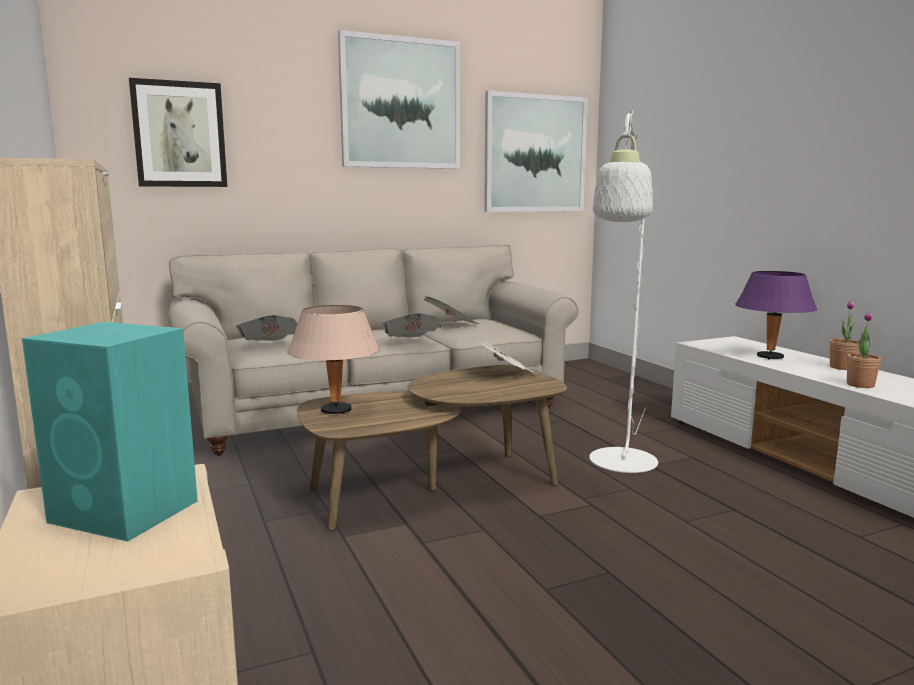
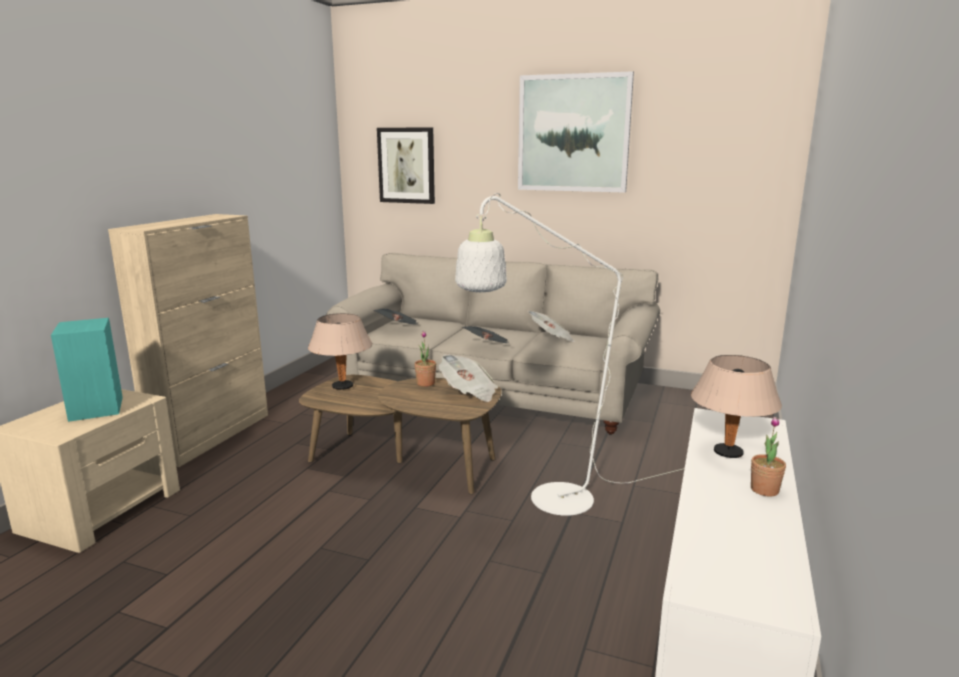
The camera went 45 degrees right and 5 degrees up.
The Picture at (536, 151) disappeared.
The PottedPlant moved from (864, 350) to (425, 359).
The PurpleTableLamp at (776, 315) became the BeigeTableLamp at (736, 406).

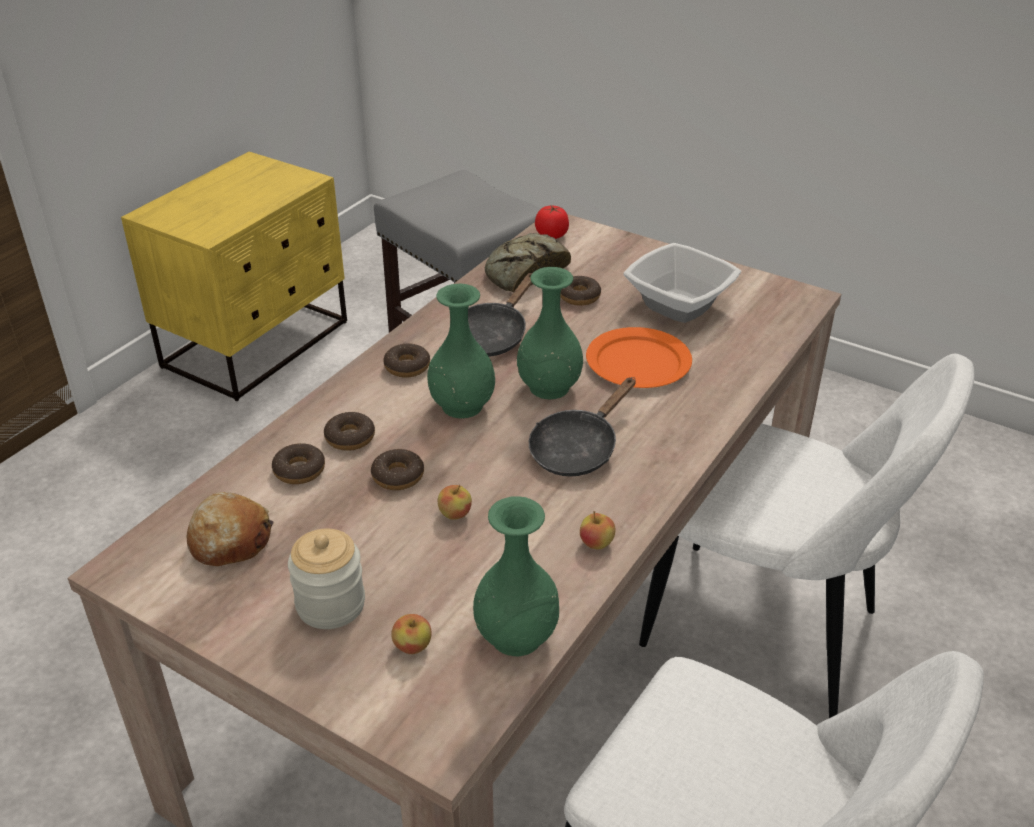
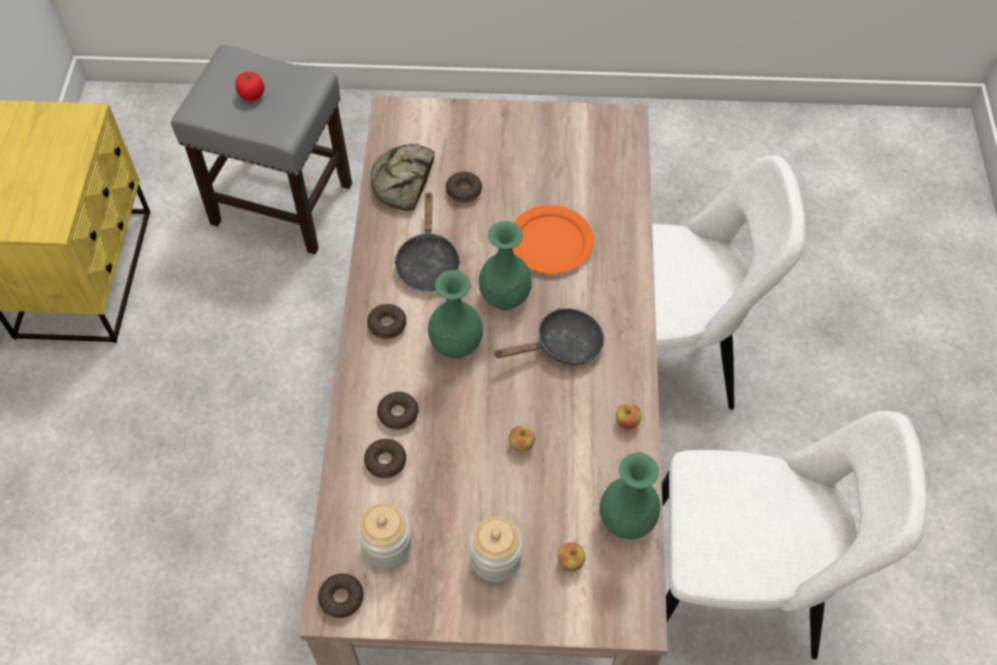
The camera went 30 degrees left and 20 degrees up.
The Bowl at (682, 283) disappeared.
The Donut moved from (397, 469) to (341, 595).
The Tomato moved from (552, 222) to (249, 86).
The Bread at (230, 529) was replaced by the Jar at (384, 536).
The BlackFryingPan at (582, 426) turned 120 degrees counterclockwise.

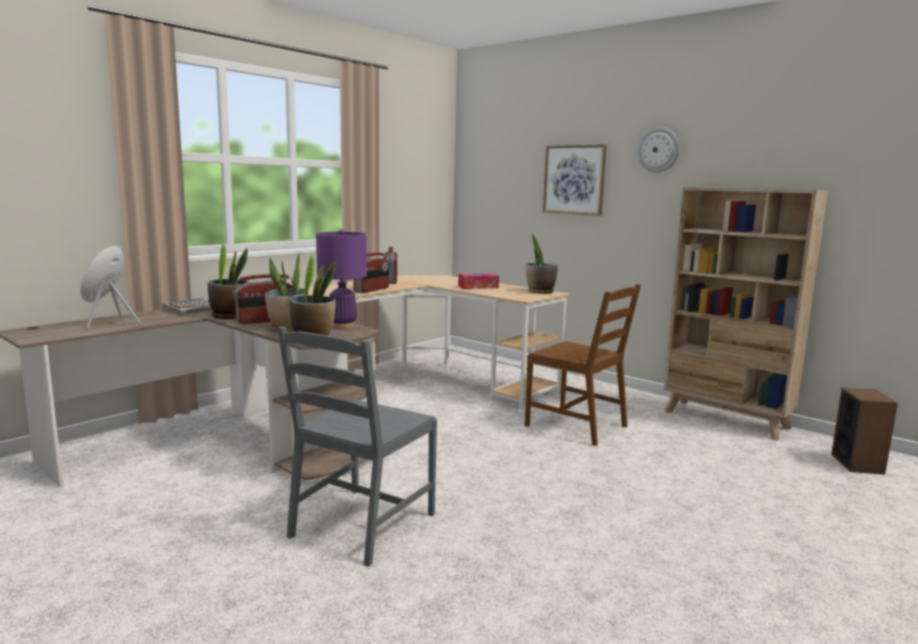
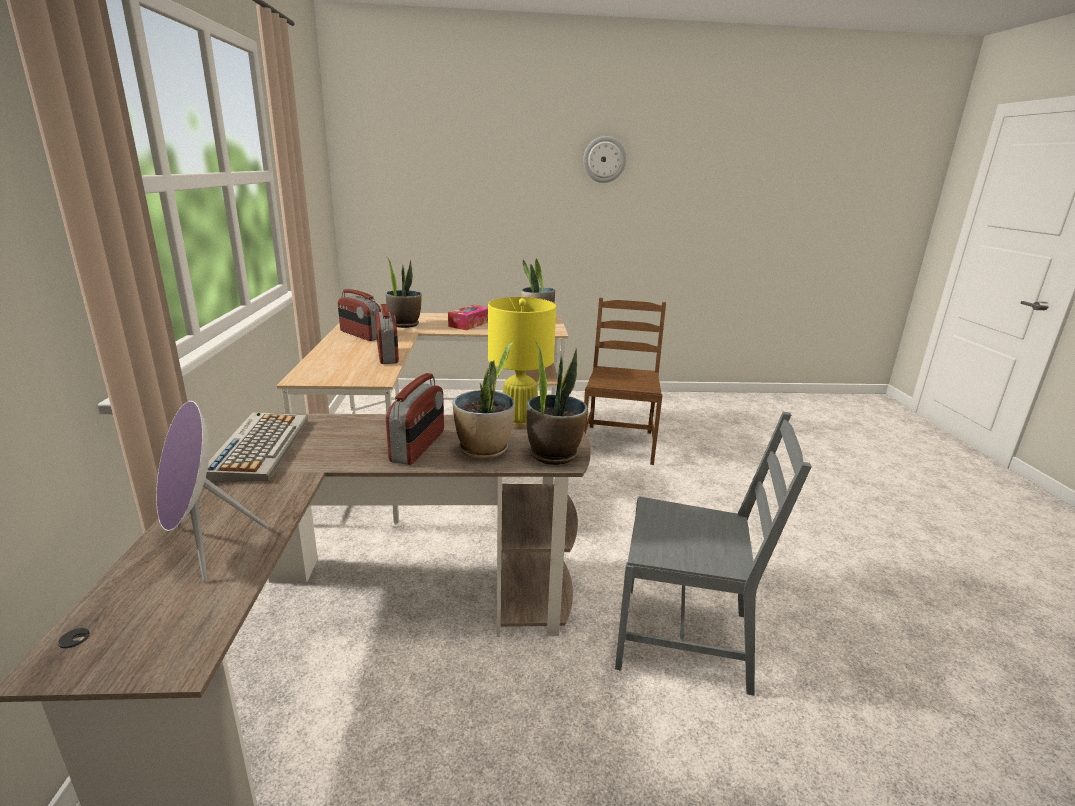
The camera went 45 degrees left and 10 degrees up.
The Picture at (575, 180) disappeared.
The BeigeBookcase at (746, 313) disappeared.
The Speaker at (864, 431) disappeared.
The PottedPlant moved from (228, 280) to (403, 292).
The PurpleTableLamp at (341, 279) became the YellowTableLamp at (522, 363).
The GreyChair at (357, 447) turned 60 degrees counterclockwise.
The BrownChair at (583, 365) turned 75 degrees counterclockwise.

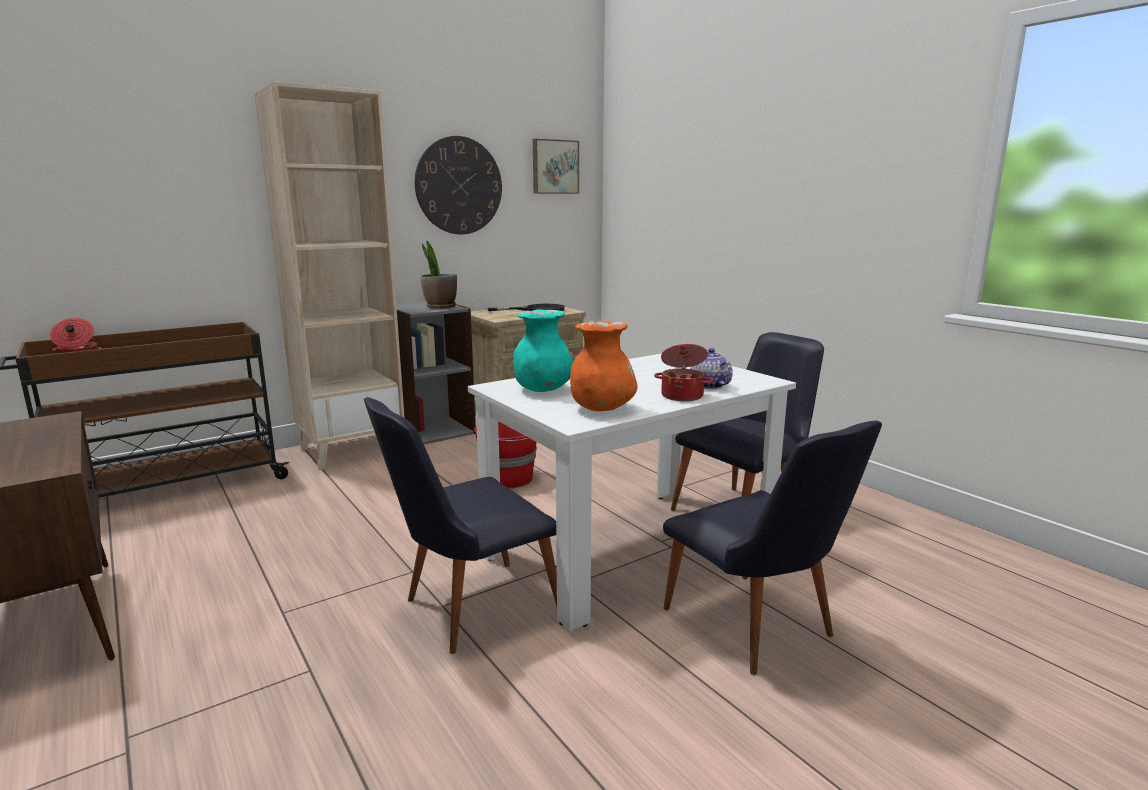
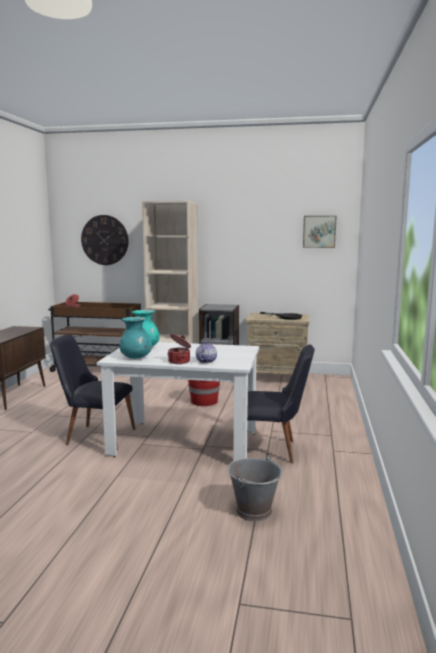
The camera went 45 degrees right and 5 degrees down.
The PottedPlant at (438, 274) disappeared.
The BlackChair at (772, 548) disappeared.
The GreyBucket at (255, 488) appeared.
The WallClock moved from (458, 185) to (105, 240).
The OrangeVase at (604, 365) became the TurquoiseVase at (135, 338).

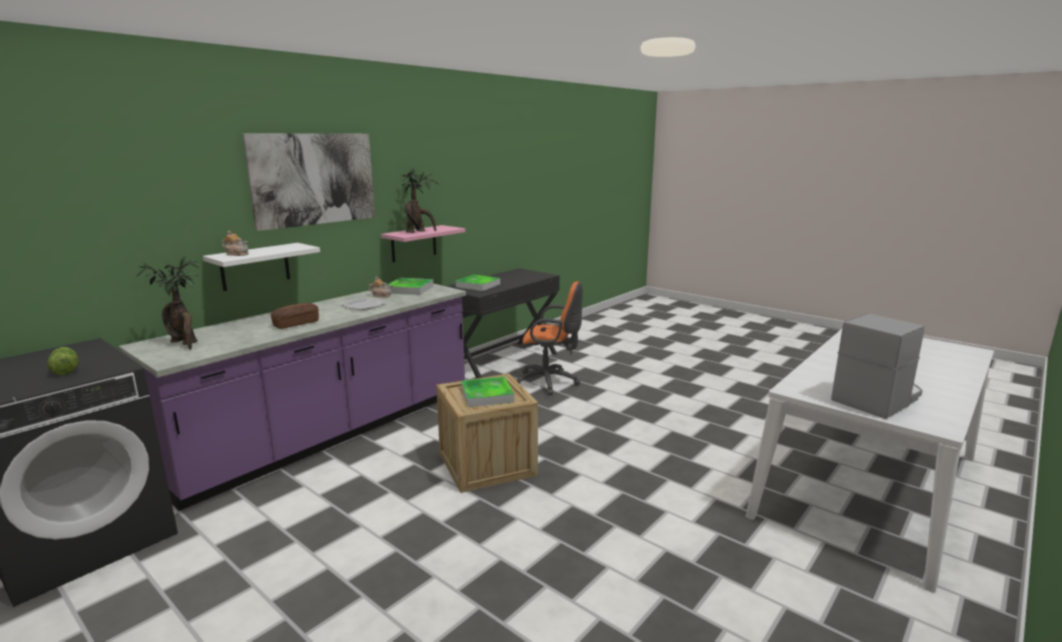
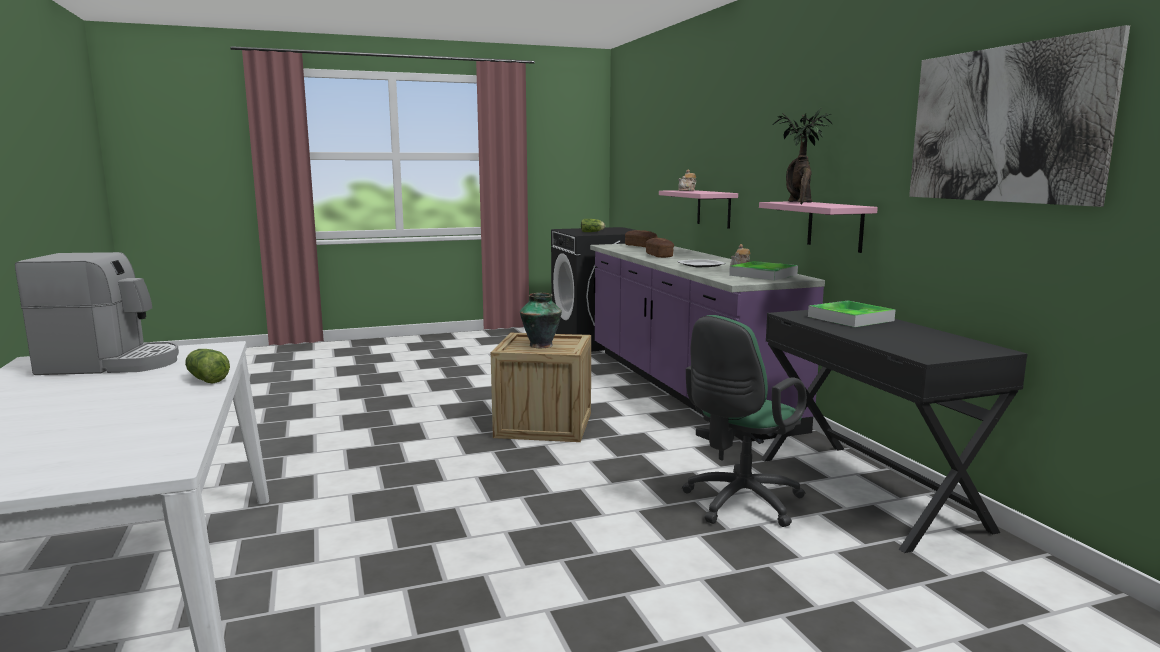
The camera went 120 degrees right and 5 degrees down.
The Lettuce at (207, 366) appeared.
The Picture moved from (308, 182) to (1019, 116).
The PottedPlant at (167, 303) was replaced by the Bread at (641, 238).
The Tray at (487, 392) was replaced by the Vase at (541, 320).
The WhiteShelf at (261, 267) became the PinkShelf at (698, 209).
The OrangeOfficeChair at (549, 338) became the GreenOfficeChair at (744, 421).
The CoffeeMachine at (878, 366) turned 90 degrees counterclockwise.

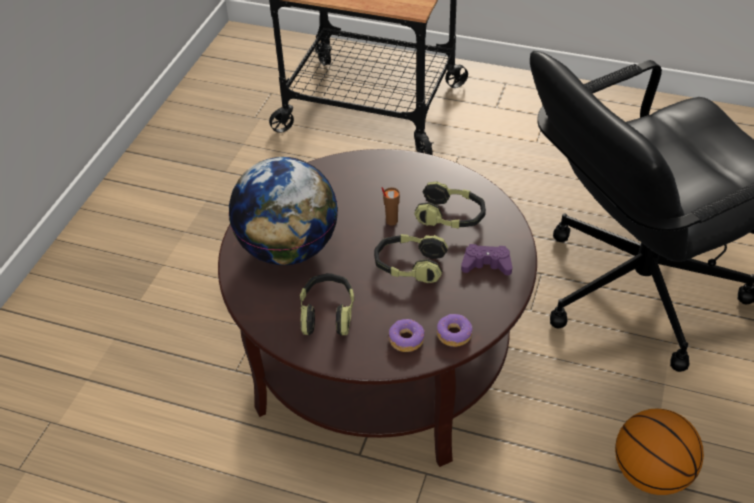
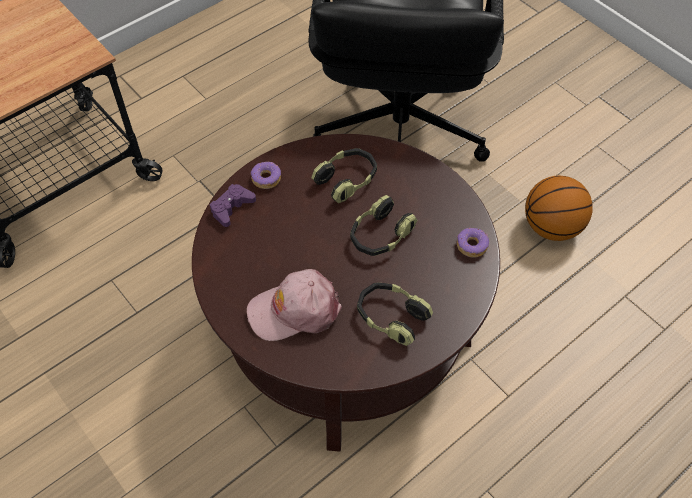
The camera went 60 degrees left and 10 degrees up.
The BrownCup at (390, 206) disappeared.
The Donut moved from (407, 335) to (265, 175).
The PurpleGameController moved from (486, 259) to (233, 205).
The Globe at (283, 211) was replaced by the PinkCap at (294, 305).

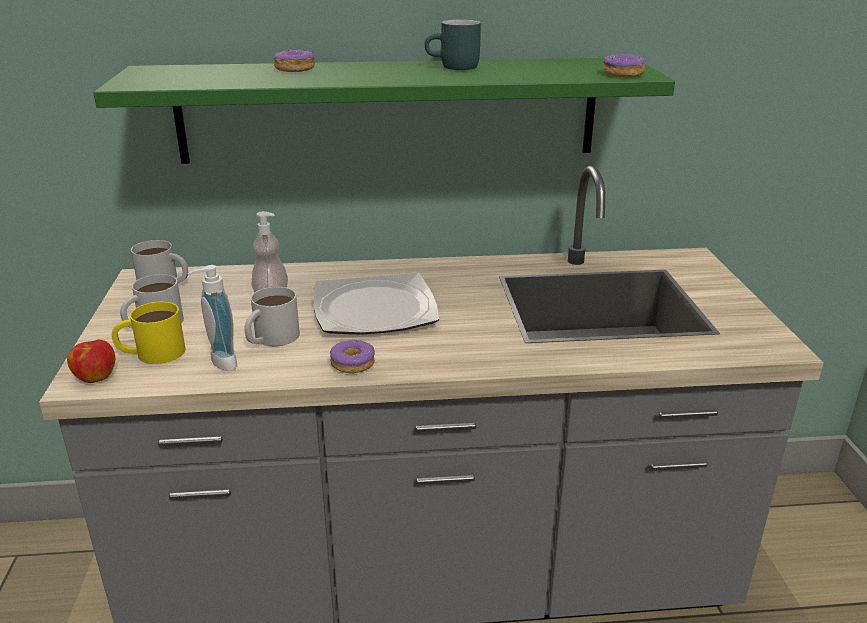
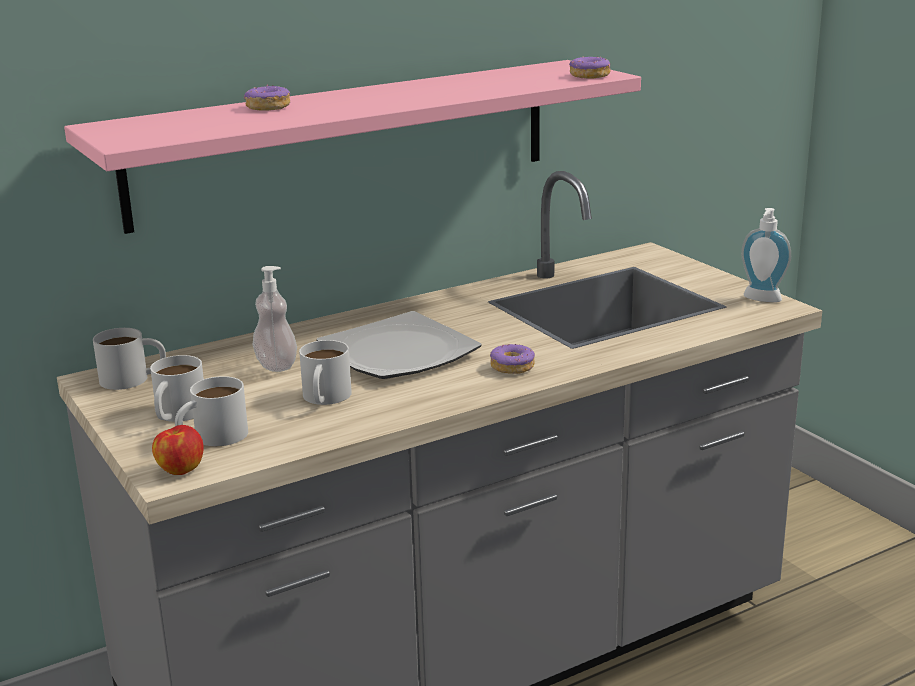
The camera went 25 degrees left and 5 degrees down.
The TurquoiseMug at (453, 44) disappeared.
The SoapDispenser moved from (212, 318) to (766, 255).
The Donut moved from (352, 356) to (512, 358).
The GreenShelf at (384, 111) became the PinkShelf at (352, 147).
The YellowMug at (149, 333) became the WhiteMug at (211, 411).

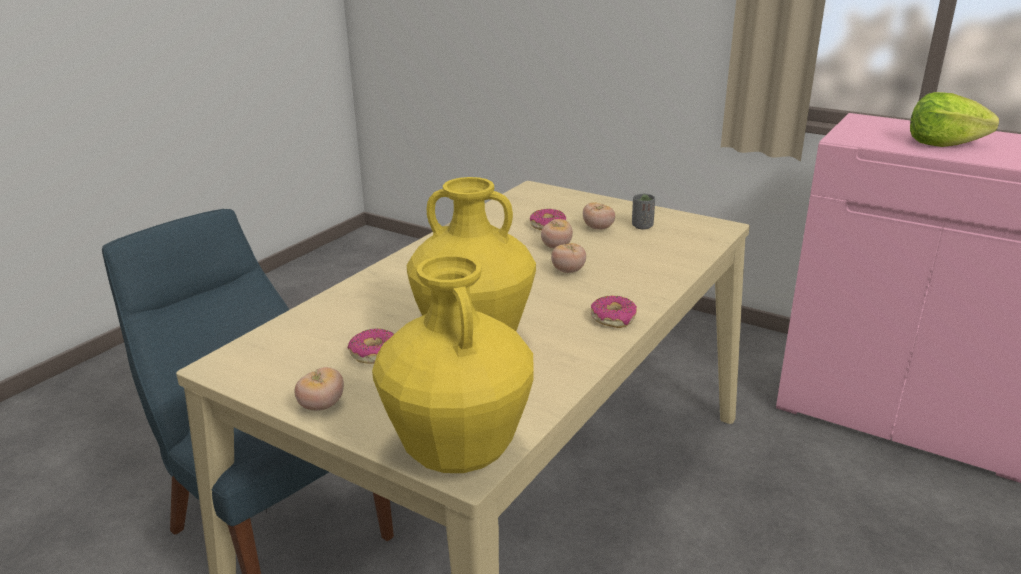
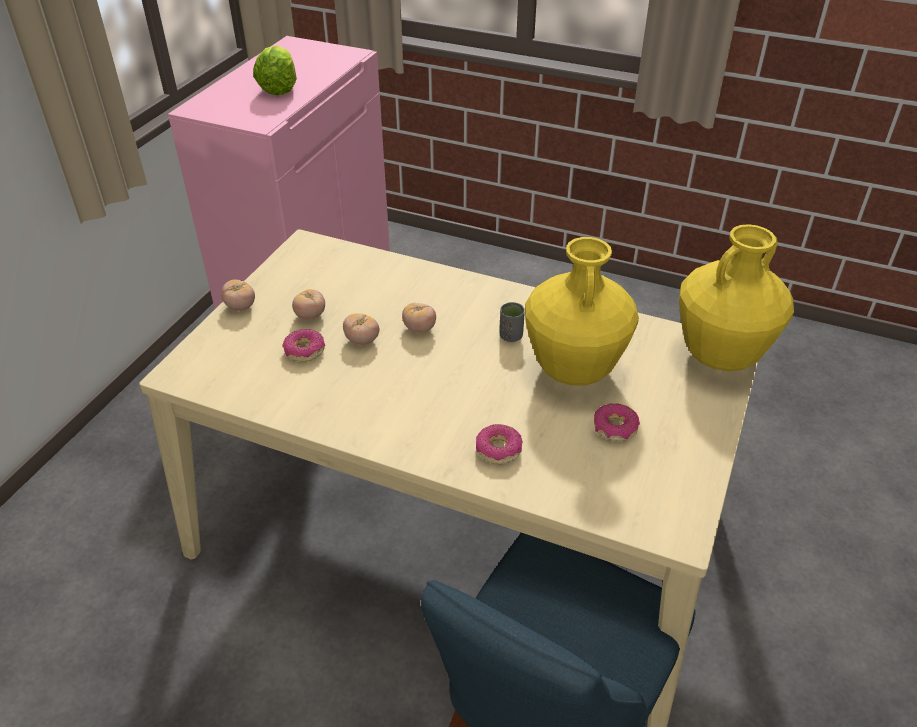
The camera went 100 degrees left and 15 degrees up.
The Tomato moved from (319, 389) to (238, 295).
The Donut moved from (614, 311) to (499, 444).
The GreyCup moved from (643, 212) to (512, 322).

